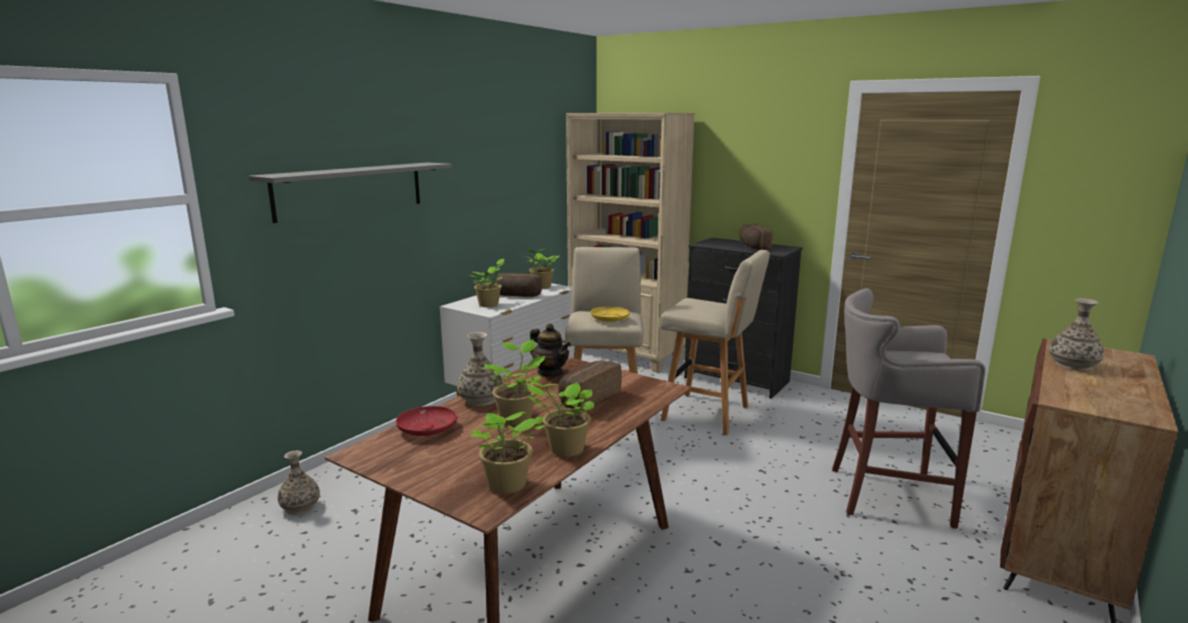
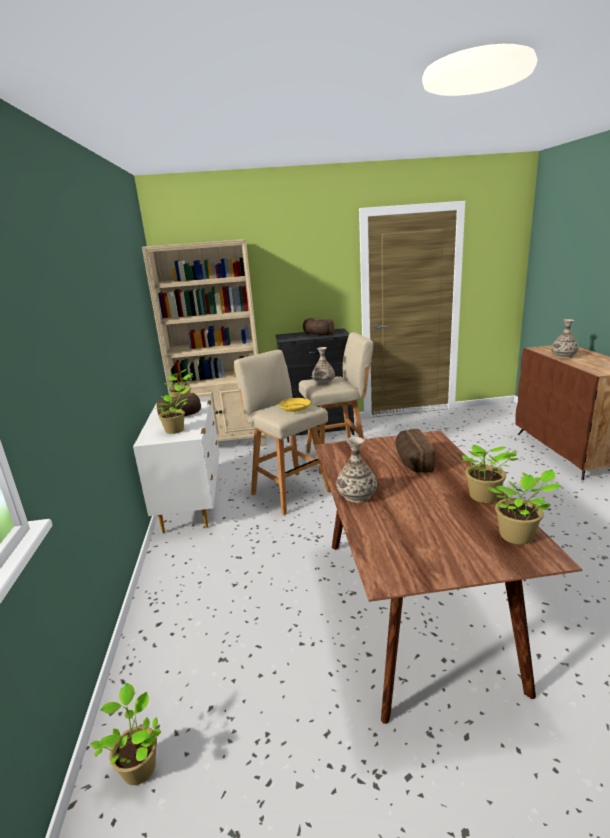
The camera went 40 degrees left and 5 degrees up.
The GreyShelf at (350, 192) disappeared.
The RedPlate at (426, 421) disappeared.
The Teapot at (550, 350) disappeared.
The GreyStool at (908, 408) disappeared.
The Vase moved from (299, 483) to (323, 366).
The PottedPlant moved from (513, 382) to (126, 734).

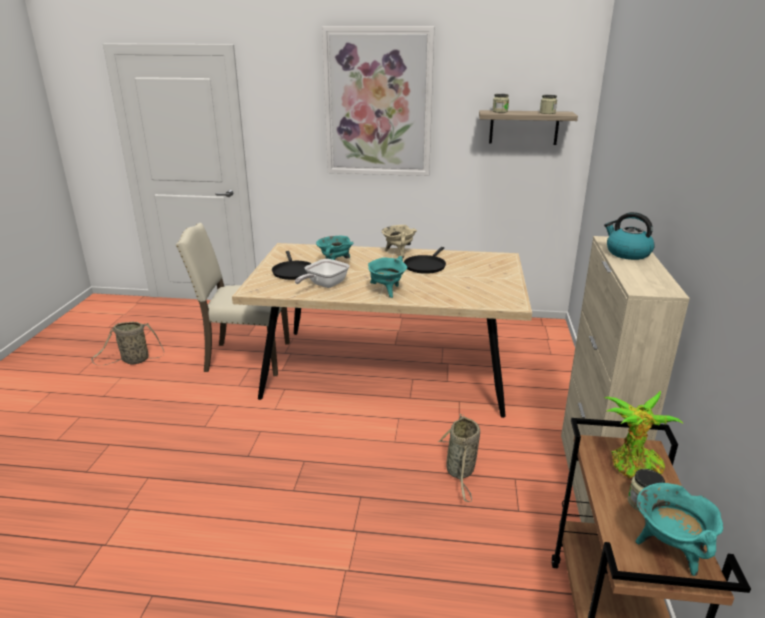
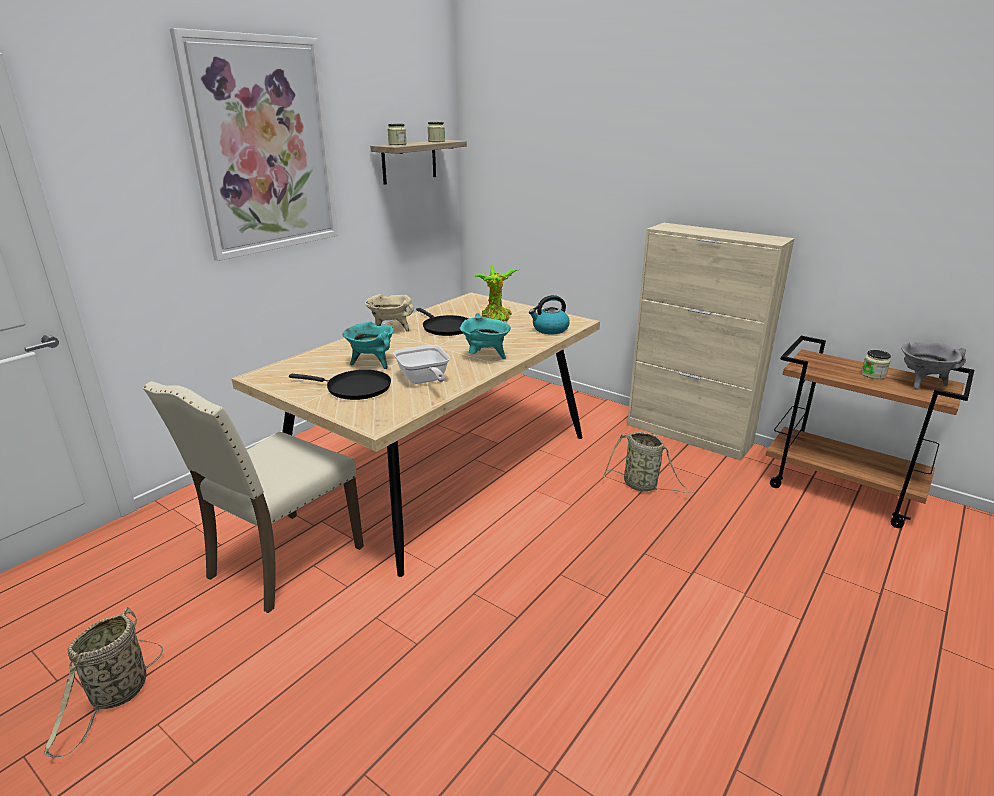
The camera went 60 degrees left and 0 degrees up.
The Kettle moved from (629, 236) to (549, 315).
The PottedPlant moved from (644, 434) to (496, 293).
The TurquoiseCookingPot at (679, 529) became the GreyCookingPot at (933, 366).

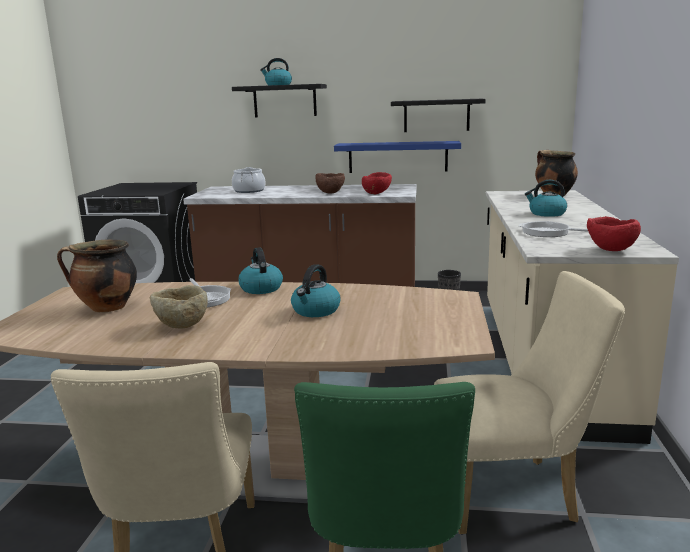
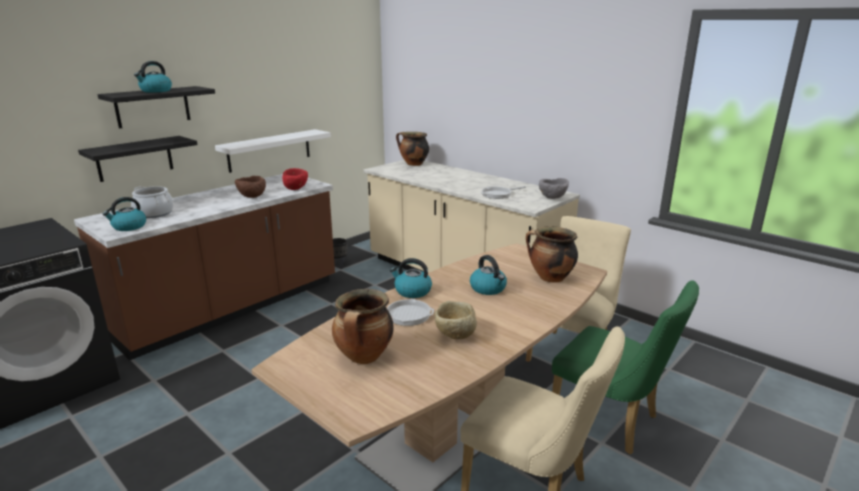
The camera went 55 degrees left and 5 degrees up.
The CookingPot at (552, 255) appeared.
The BlackShelf moved from (438, 115) to (137, 159).
The Kettle moved from (546, 198) to (124, 214).
The BlueShelf at (397, 157) became the WhiteShelf at (273, 151).
The RedBowl at (614, 233) became the GreyBowl at (554, 188).

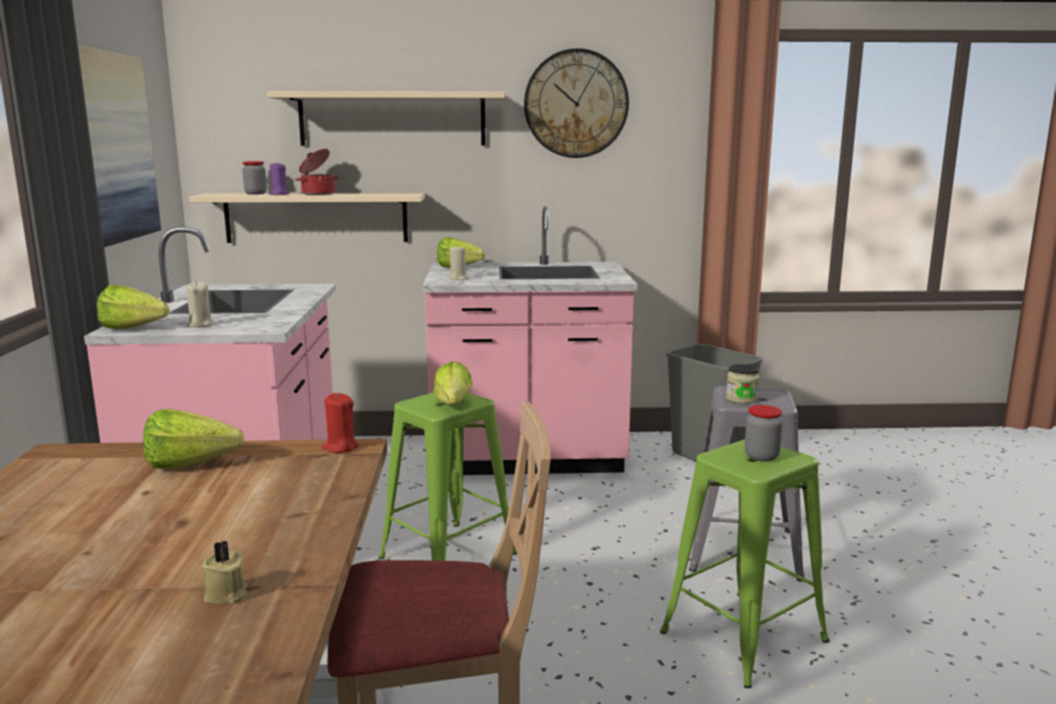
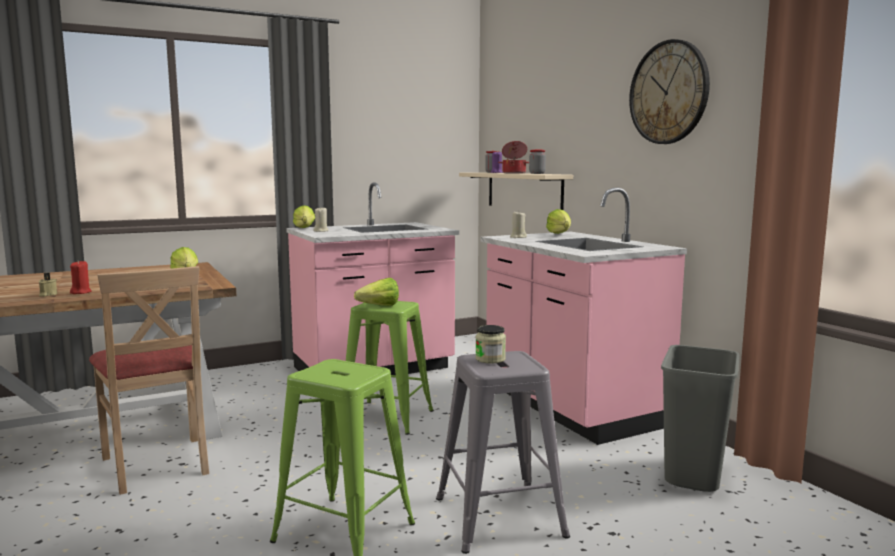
The camera went 65 degrees right and 5 degrees down.
The Picture at (119, 146) disappeared.
The BeigeShelf at (386, 118) disappeared.
The RedCandle moved from (340, 423) to (81, 277).
The Jar moved from (764, 433) to (537, 162).

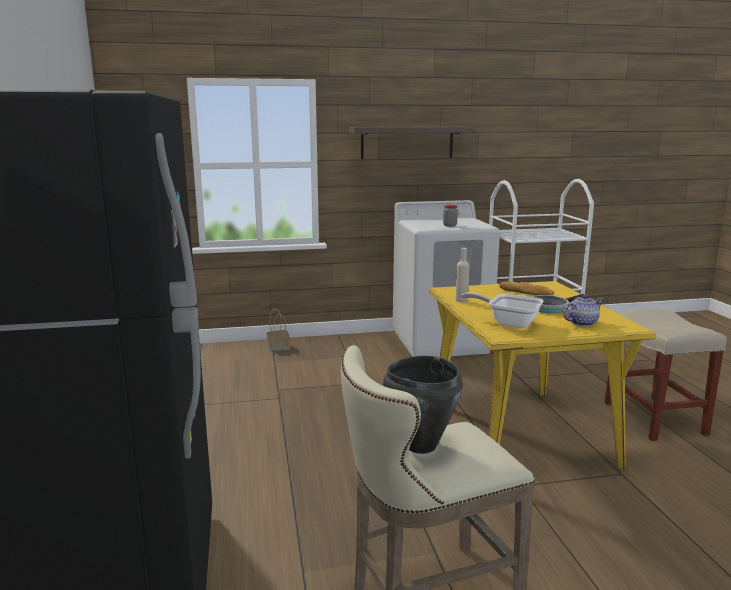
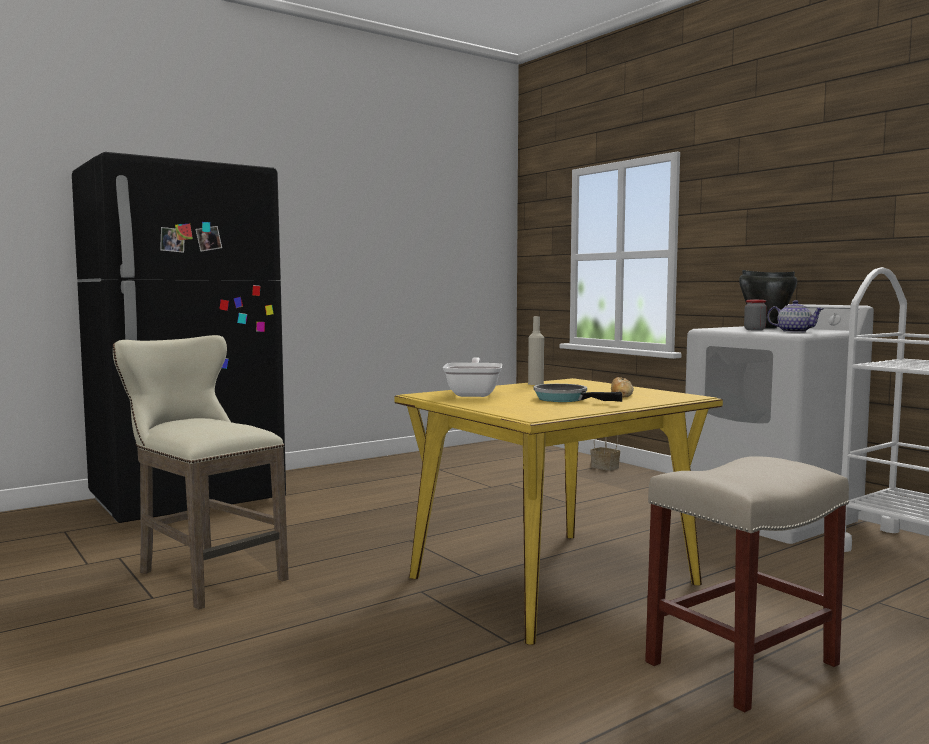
The camera went 65 degrees right and 10 degrees down.
The Shelf at (411, 143) disappeared.
The BlackCookingPot moved from (423, 405) to (768, 299).
The Teapot moved from (583, 310) to (795, 316).

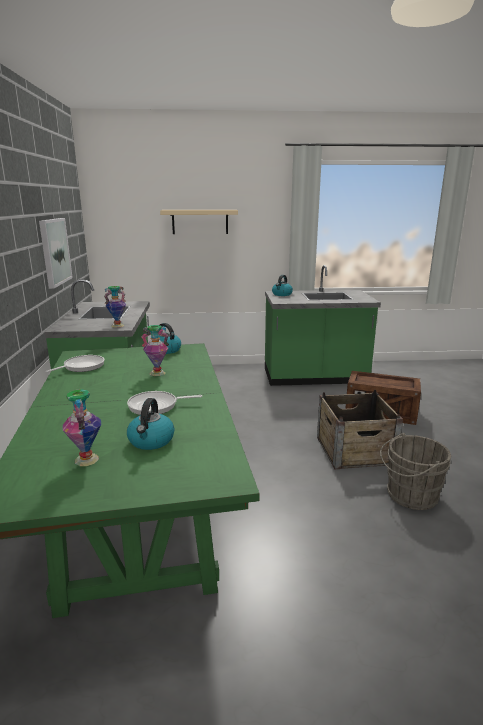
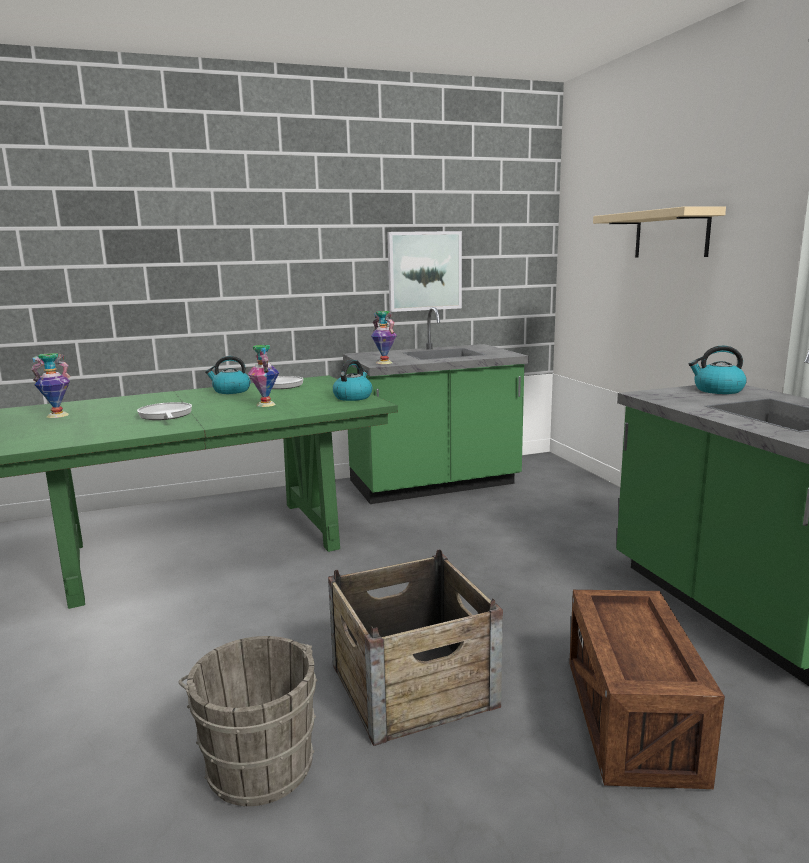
The camera went 75 degrees right and 5 degrees down.
The Kettle moved from (151, 424) to (227, 375).

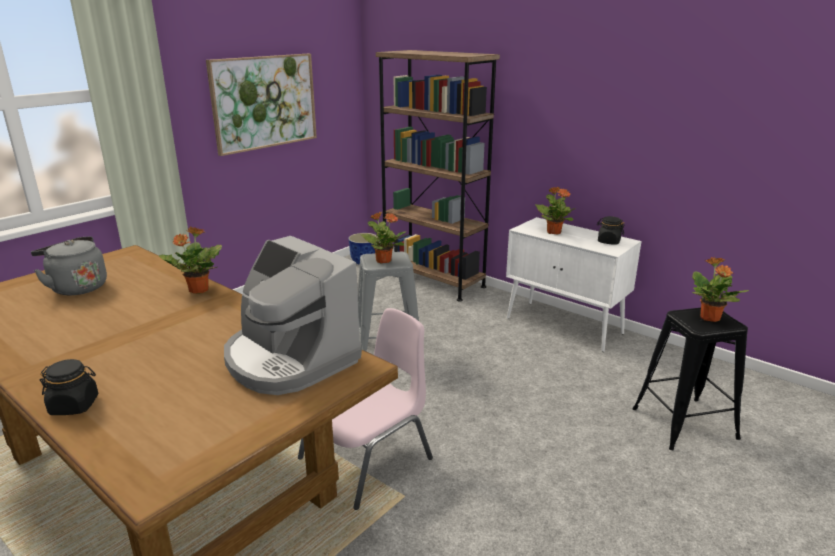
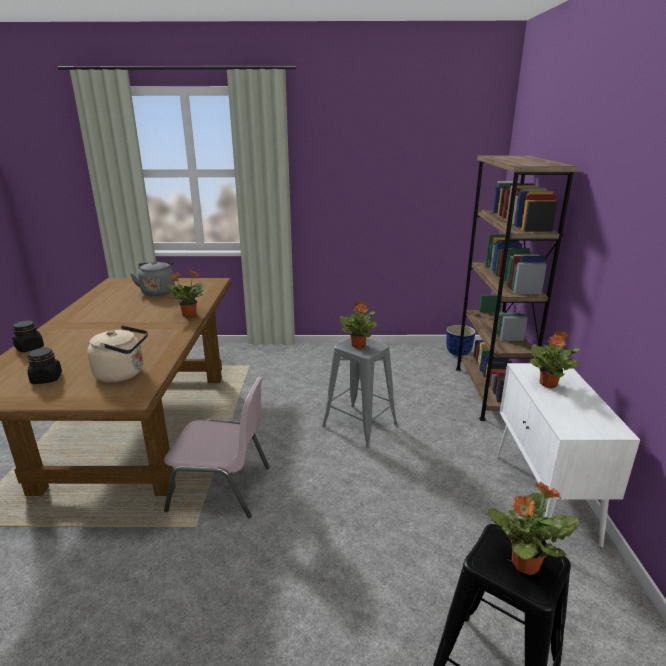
The camera went 50 degrees right and 0 degrees up.
The Picture at (261, 105) disappeared.
The BlackJar moved from (611, 230) to (44, 366).
The CoffeeMachine at (293, 315) was replaced by the BeigeKettle at (117, 354).

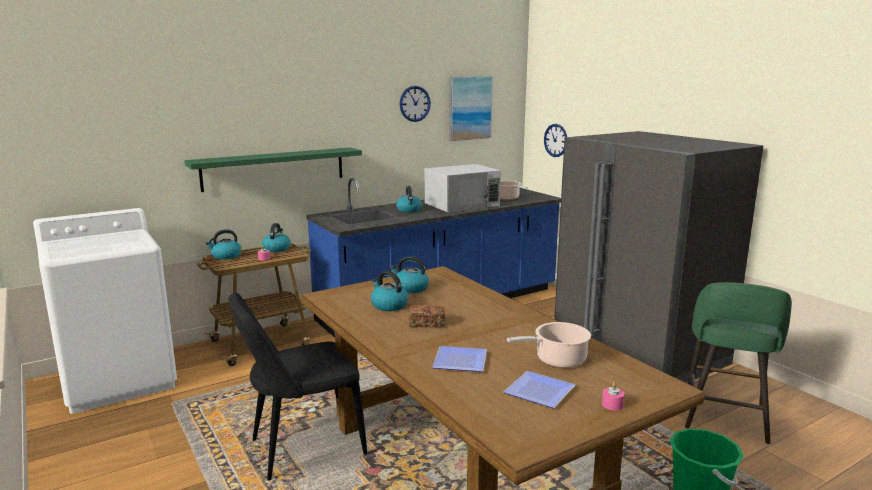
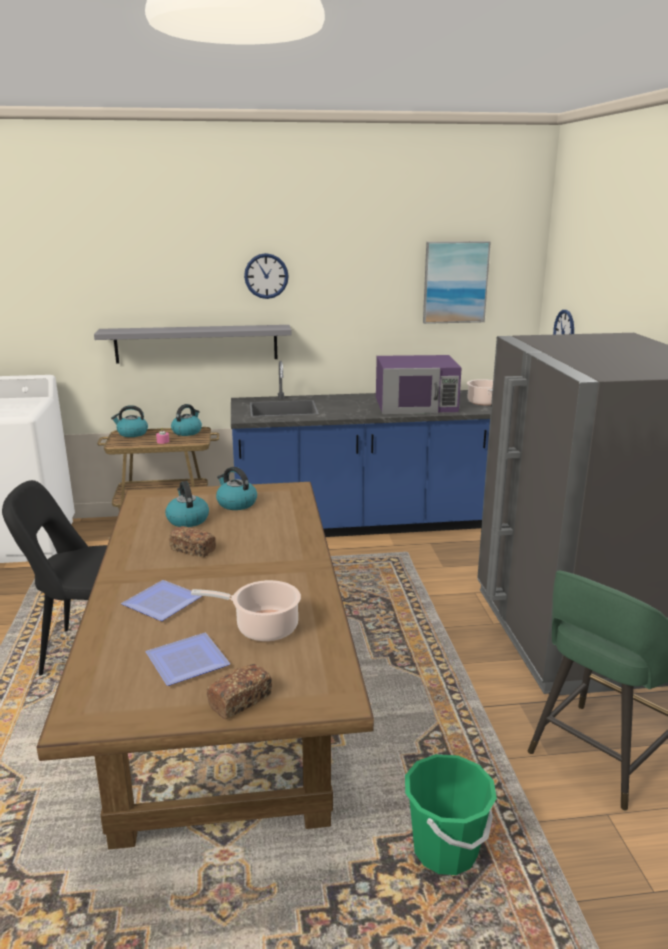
The camera went 25 degrees right and 5 degrees up.
The Kettle at (409, 199) disappeared.
The WallClock moved from (415, 104) to (266, 276).
The PinkCandle at (613, 396) was replaced by the Bread at (239, 691).
The GreenShelf at (273, 169) became the GreyShelf at (193, 344).
The WhiteMicrowave at (463, 188) became the PurpleMicrowave at (419, 384).

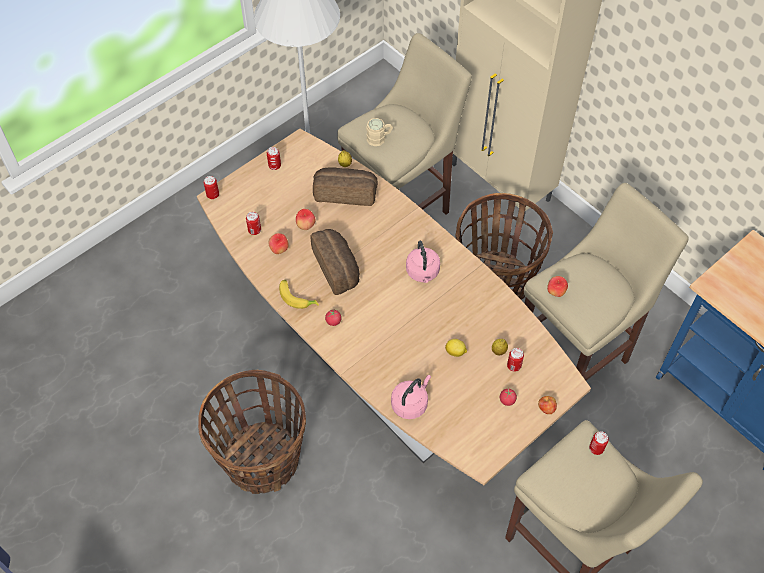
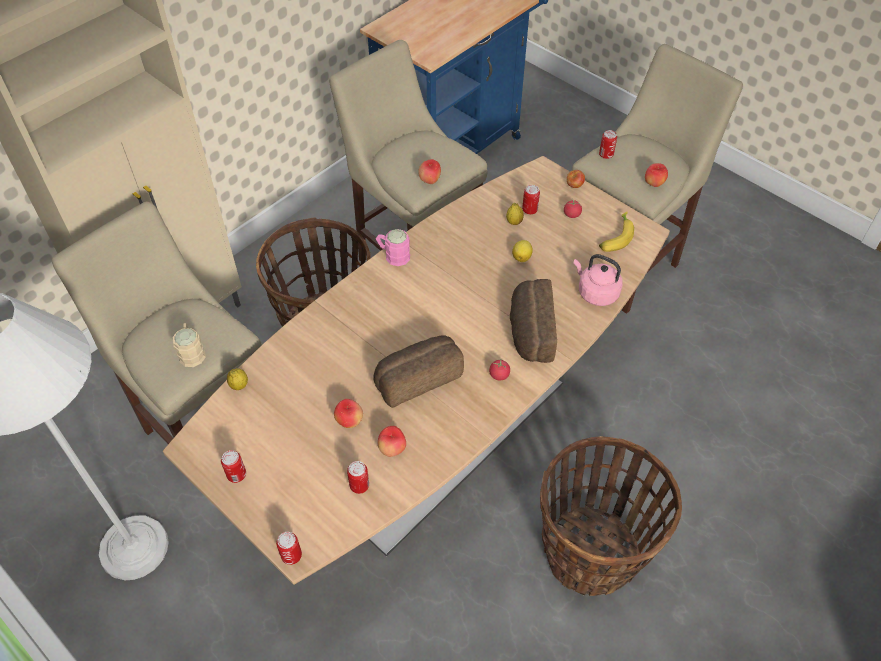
The camera went 95 degrees left and 5 degrees down.
The PinkKettle at (423, 261) disappeared.
The PinkMug at (393, 247) appeared.
The Apple at (656, 175) appeared.
The Banana moved from (299, 294) to (616, 232).
The Bread moved from (345, 186) to (533, 321).

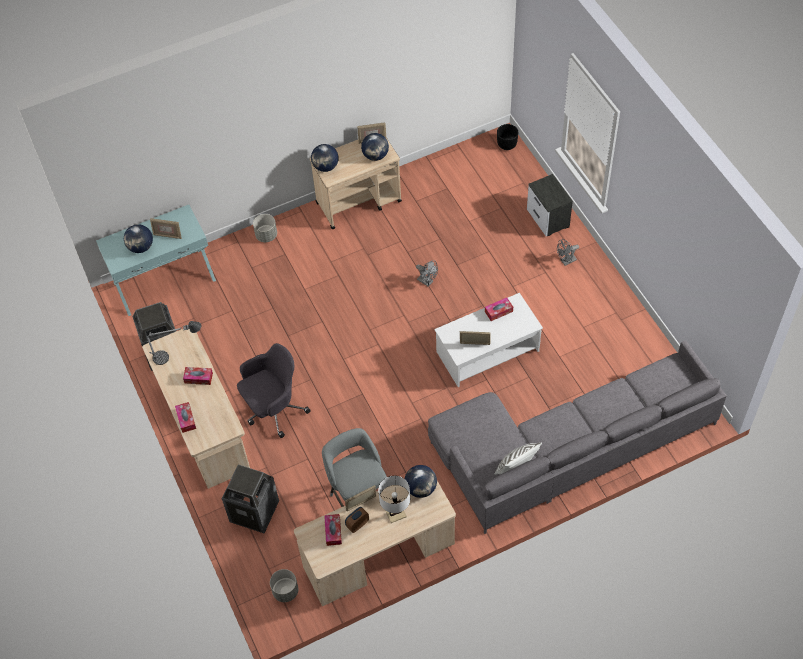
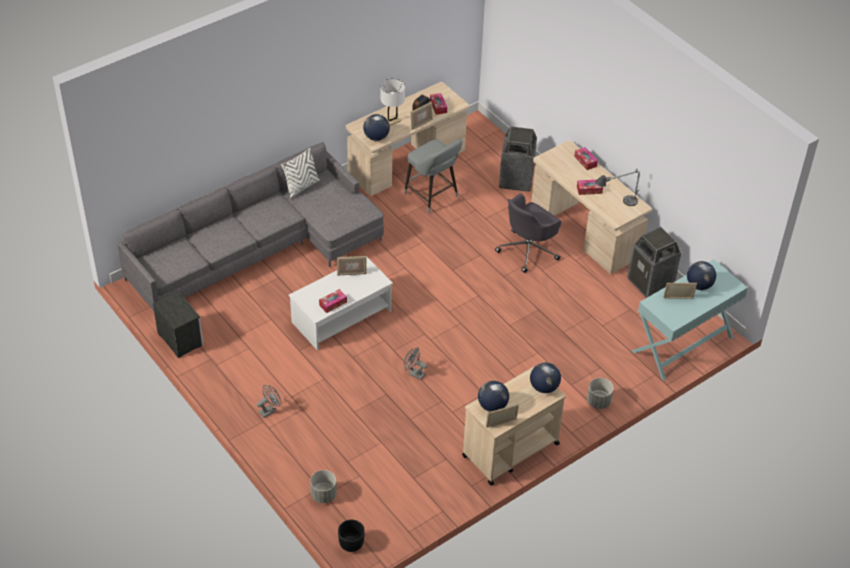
The camera went 165 degrees right and 10 degrees down.
The GreyPlanter moved from (284, 585) to (323, 486).
The Nightstand moved from (550, 205) to (178, 324).

